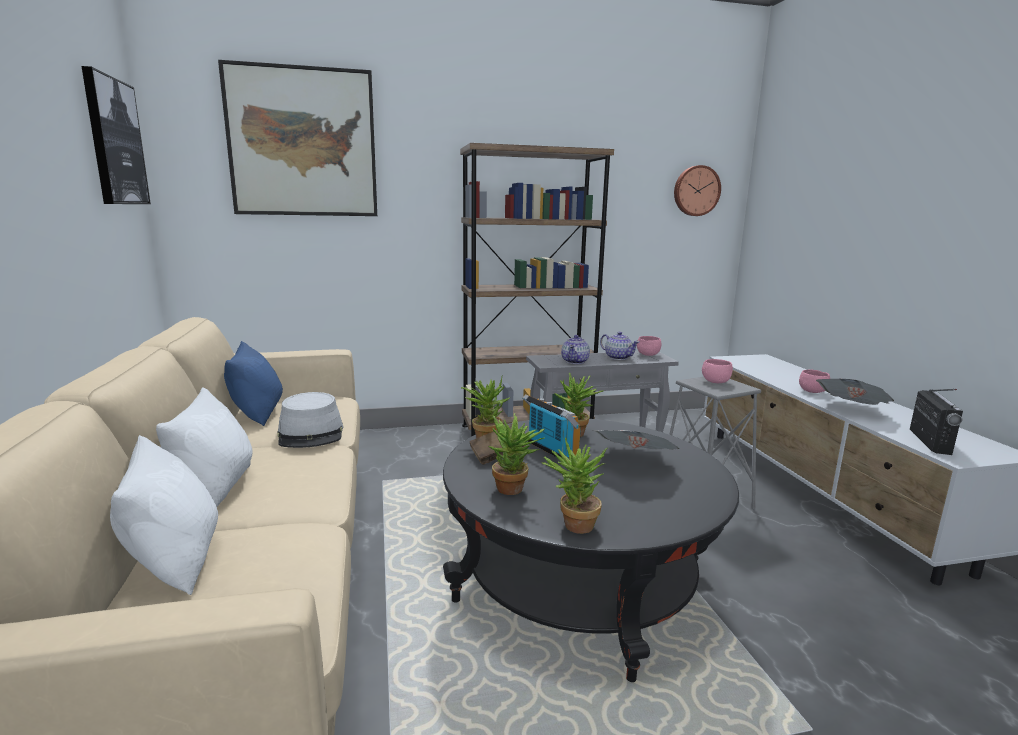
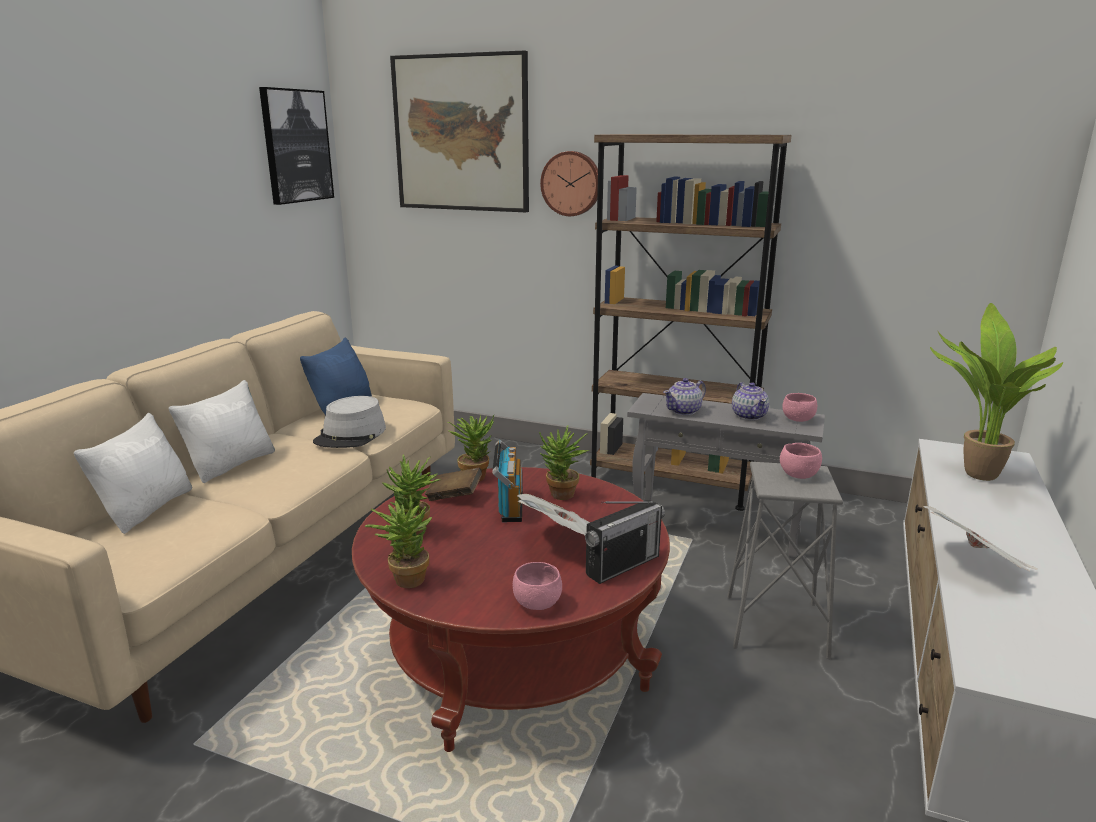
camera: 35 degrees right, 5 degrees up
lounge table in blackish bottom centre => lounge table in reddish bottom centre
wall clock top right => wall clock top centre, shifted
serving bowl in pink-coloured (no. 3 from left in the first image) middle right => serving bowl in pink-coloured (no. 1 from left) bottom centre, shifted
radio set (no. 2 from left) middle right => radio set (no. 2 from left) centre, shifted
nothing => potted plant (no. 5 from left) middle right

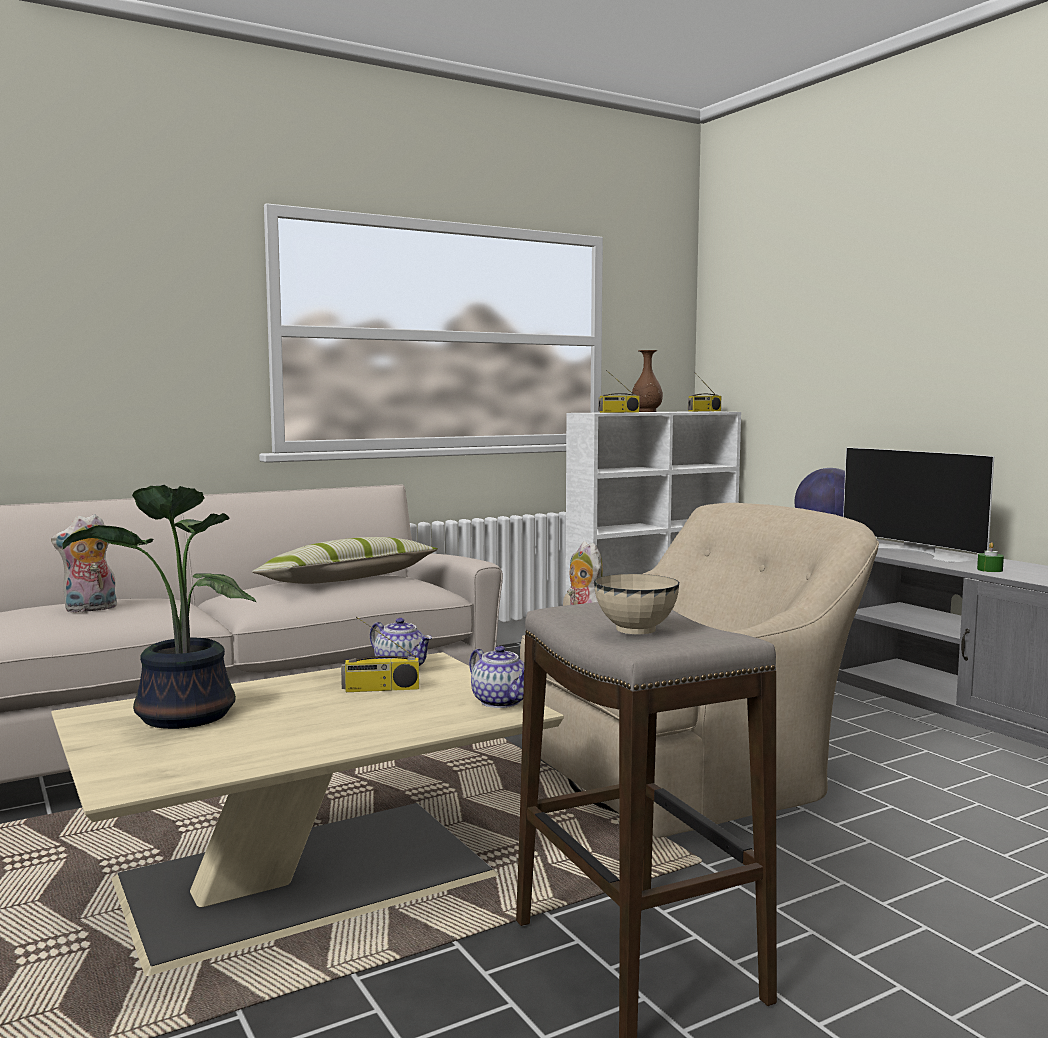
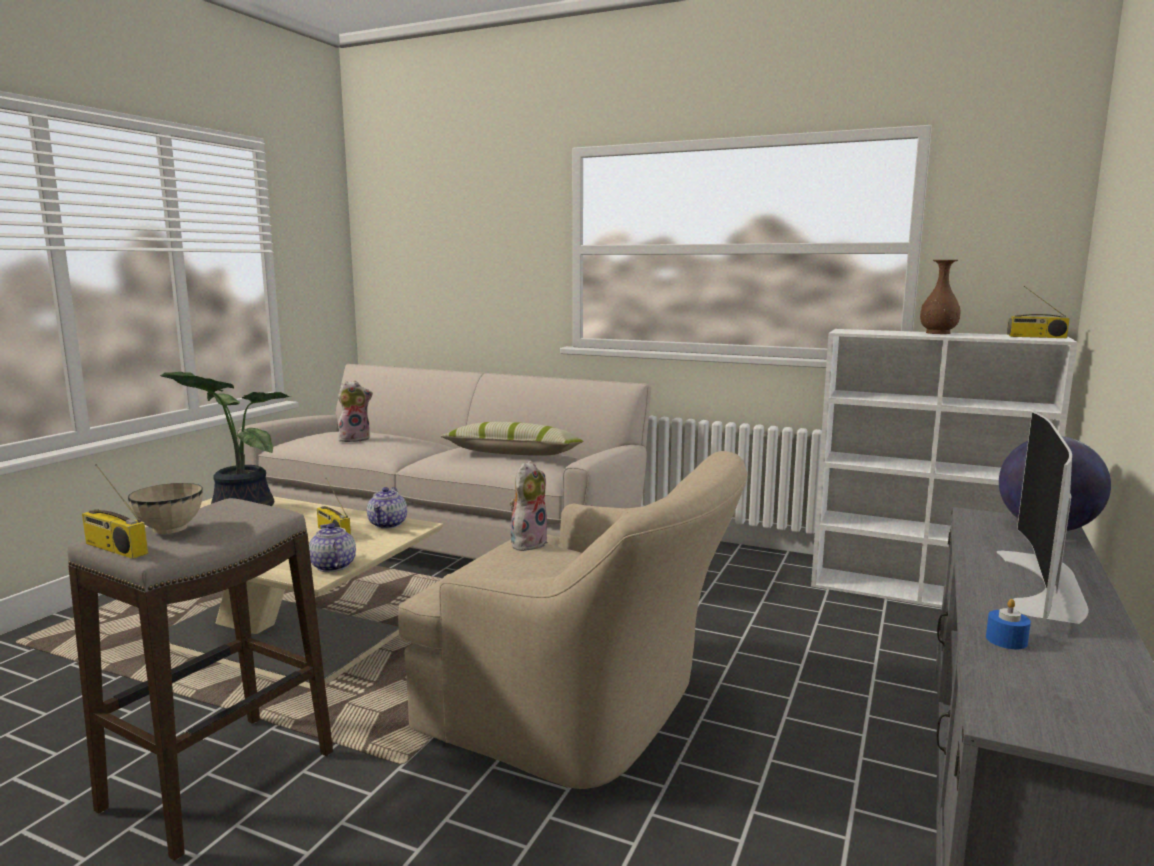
camera: 55 degrees right, 5 degrees up
soft toy (no. 1 from left) middle left, 135 degrees clockwise
tea pot (no. 2 from left in the first image) centre => tea pot (no. 1 from left) middle left, 135 degrees clockwise
radio set (no. 2 from left in the first image) centre => radio set (no. 1 from left) middle left, shifted
wax candle in green middle right => wax candle in bluish bottom right

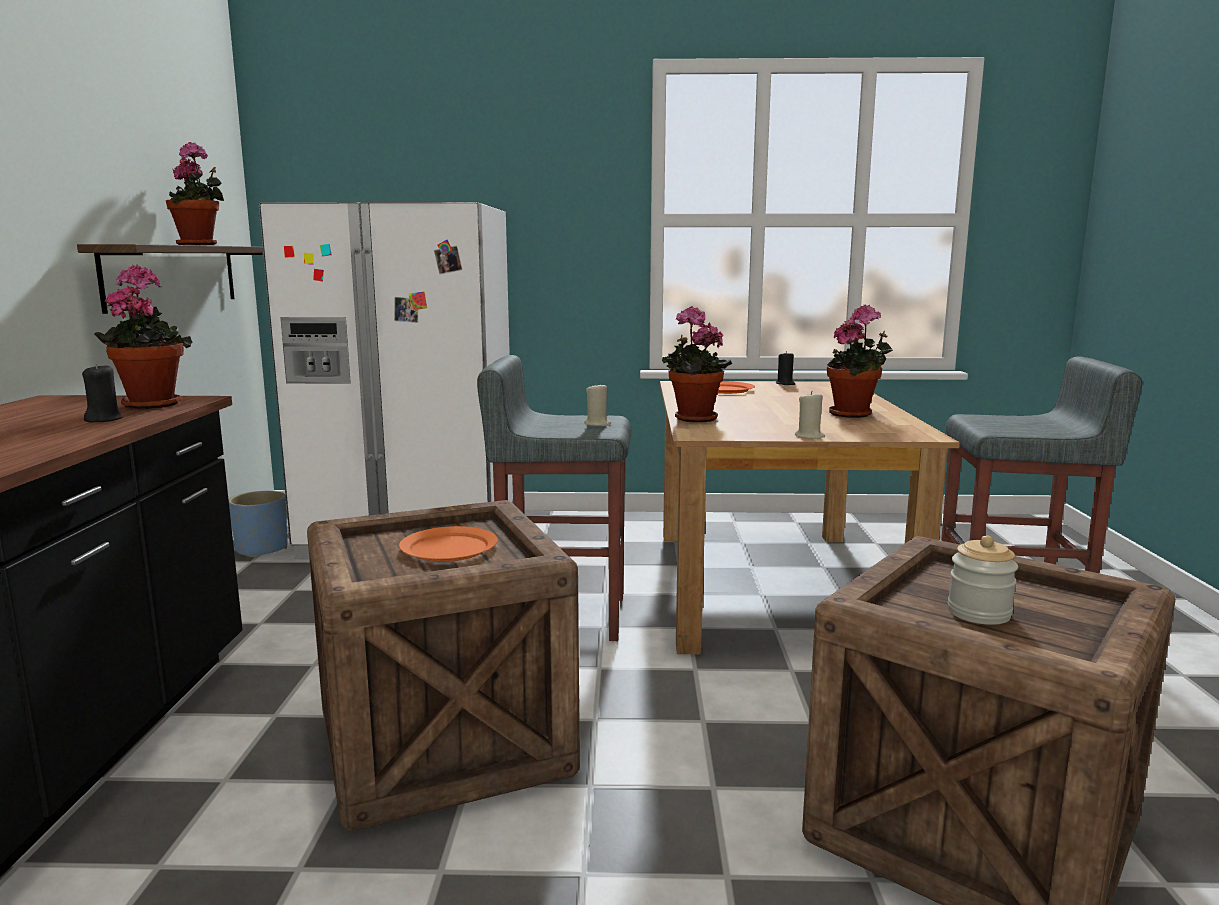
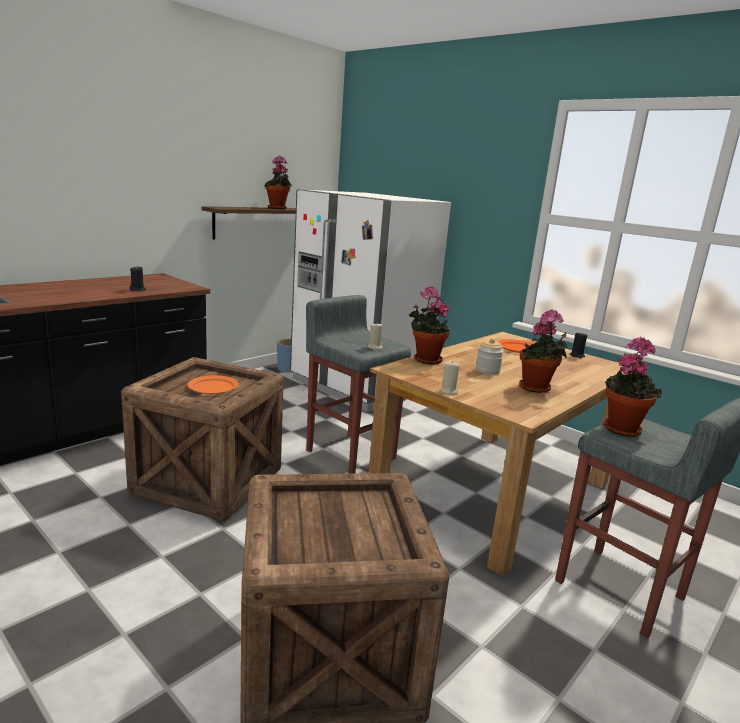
camera: 40 degrees right, 5 degrees up
potted plant (no. 1 from left in the first image) middle left => potted plant (no. 4 from left) middle right, shifted
jar middle right => jar centre, shifted

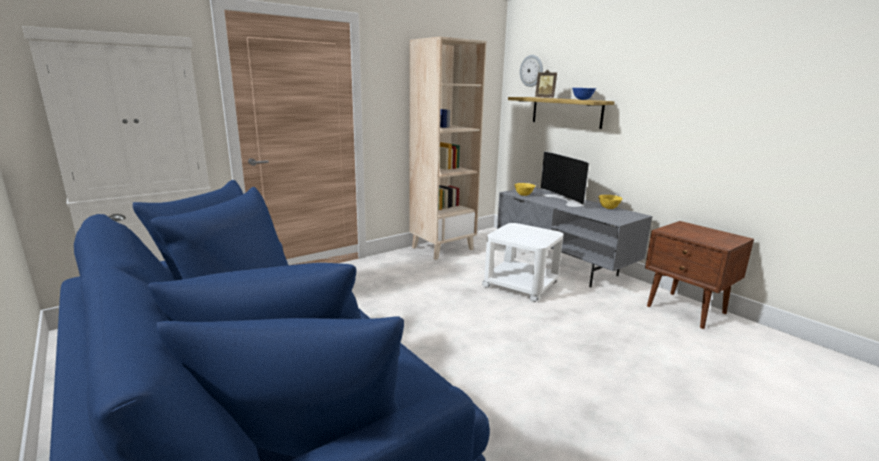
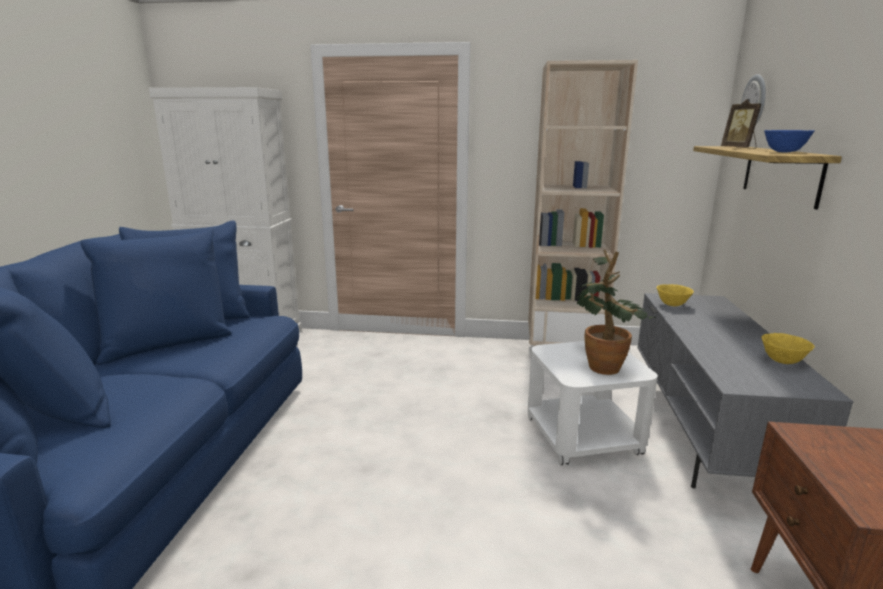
camera: 45 degrees right, 0 degrees up
TV set centre => nothing
nothing => potted plant middle right

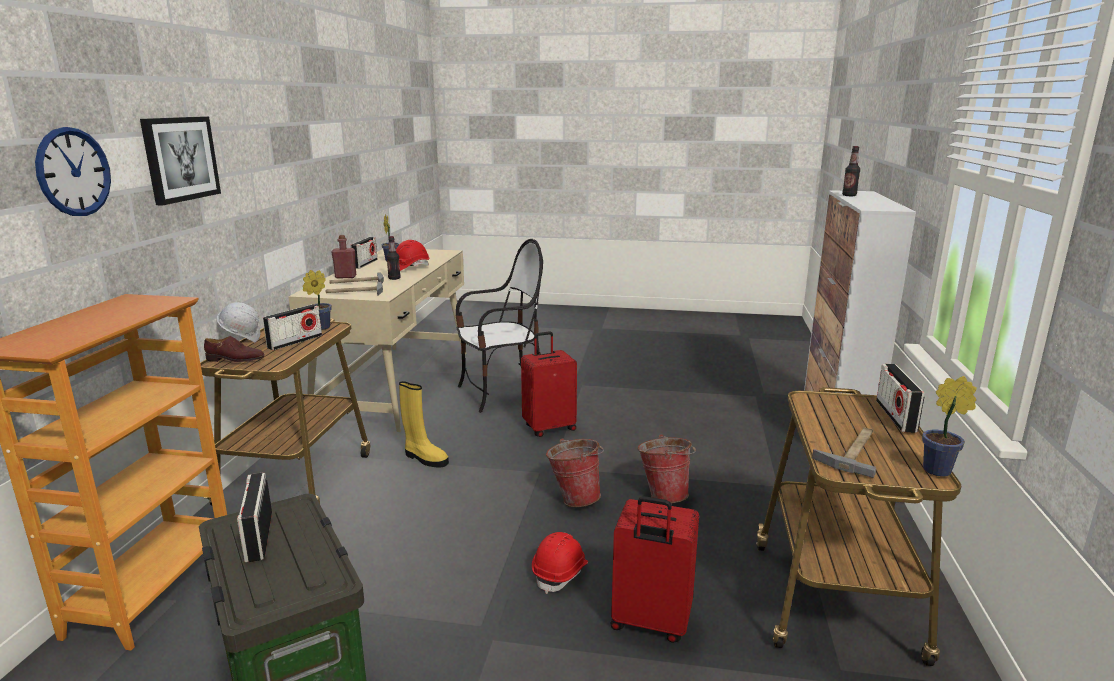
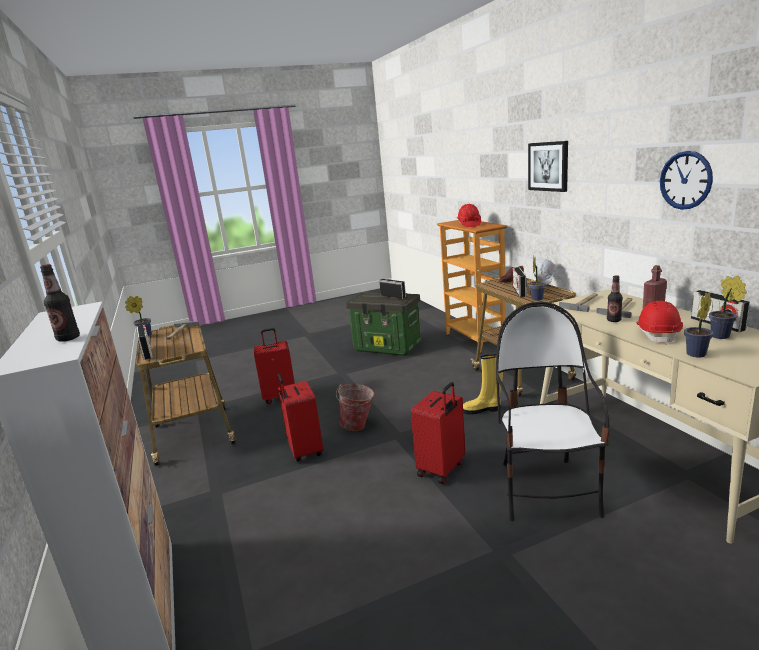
camera: 150 degrees right, 0 degrees up
wall clock top left => wall clock top right, shifted
chair centre => chair middle right, 150 degrees clockwise
work helmet in reddish (no. 2 from left in the first image) bottom centre => work helmet in reddish (no. 1 from left) top centre, shifted
bucket (no. 2 from left) bottom centre => piece of luggage in reddish (no. 2 from left) centre
nothing => potted plant (no. 3 from left) middle right

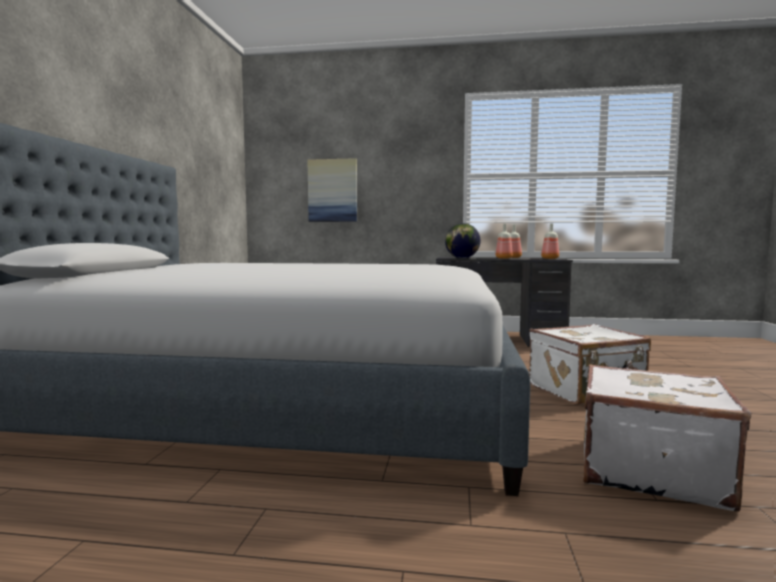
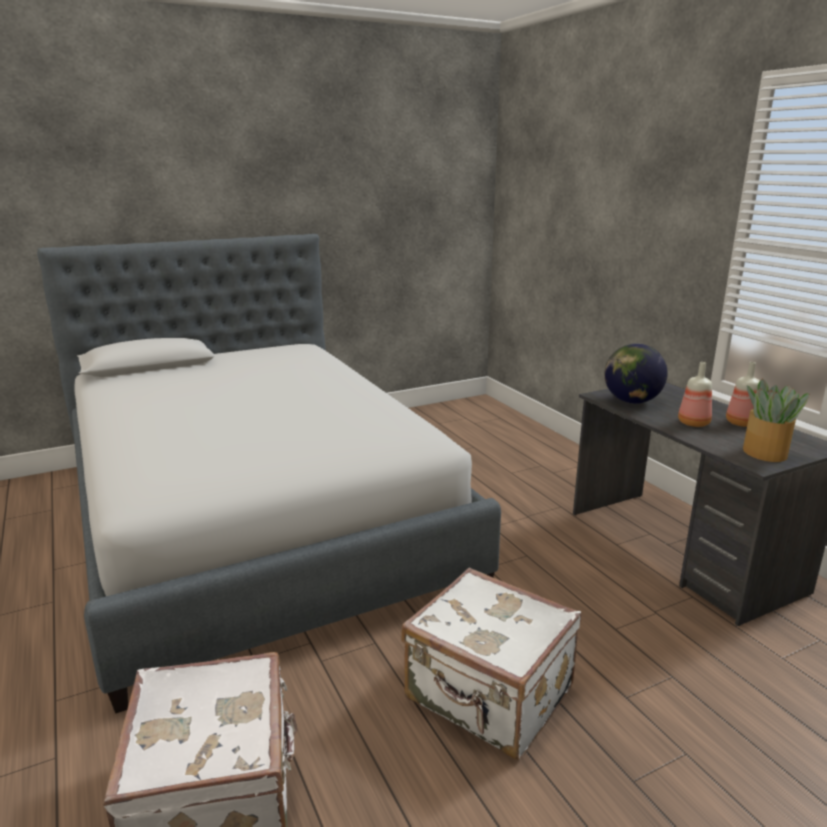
camera: 55 degrees right, 15 degrees up
picture top centre => nothing
beverage bottle (no. 3 from left) middle right => potted plant middle right

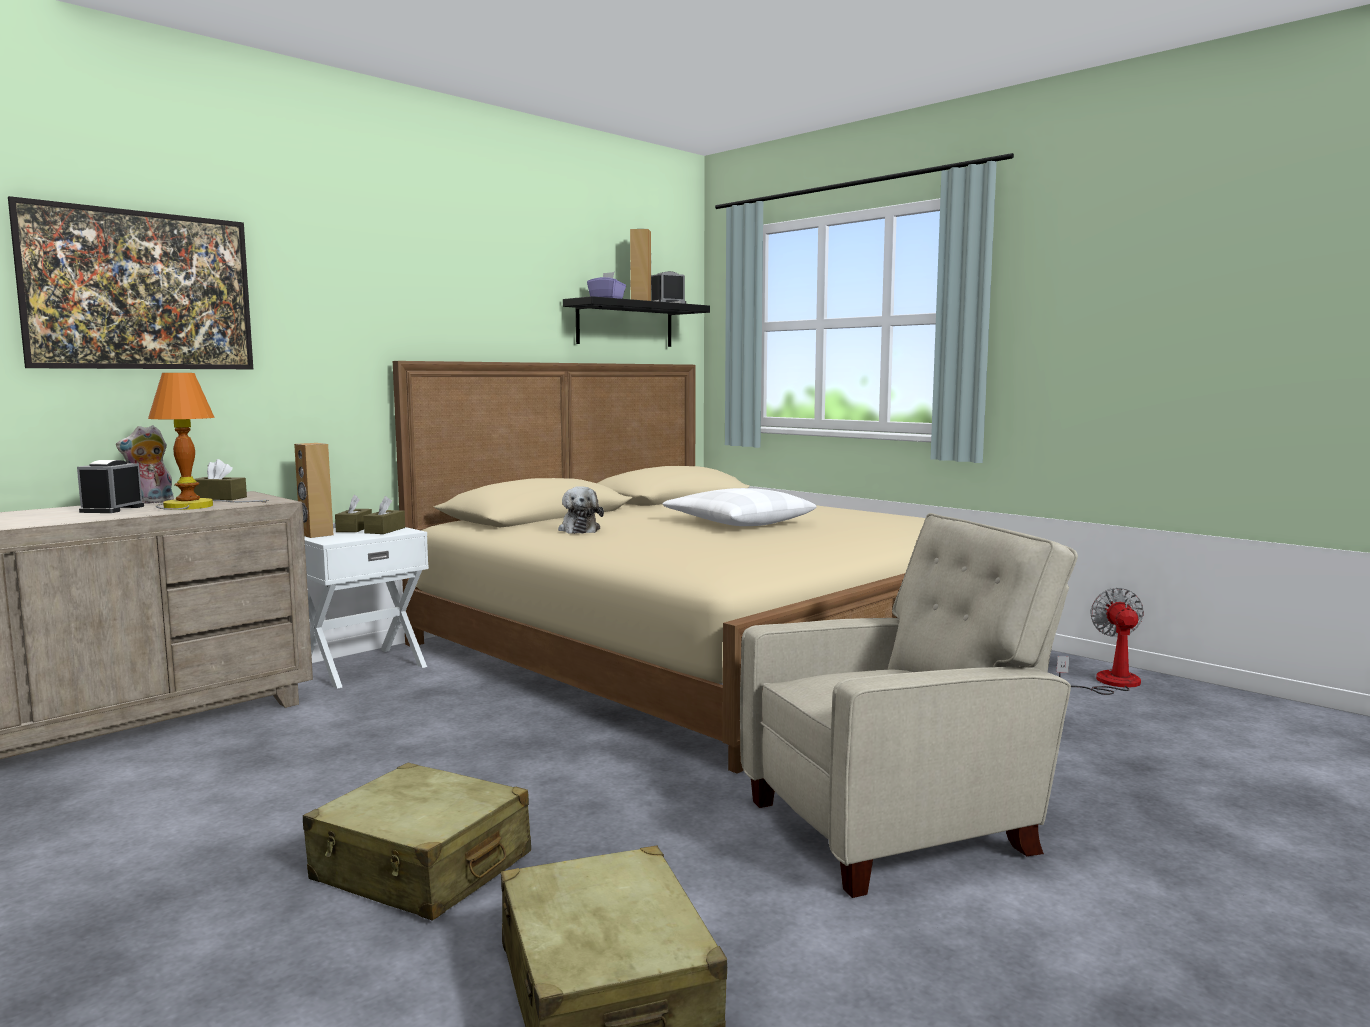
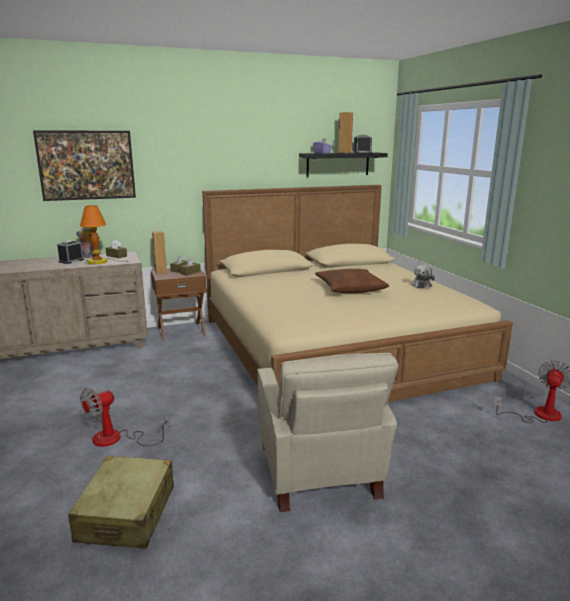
camera: 25 degrees right, 10 degrees up
piece of luggage in beige (no. 1 from left) bottom left => fan (no. 1 from left) bottom left
night table in whitish middle left => night table in brown middle left
soft toy (no. 2 from left) centre => soft toy (no. 2 from left) middle right, shifted
cushion in whitish centre => cushion in brown centre
armchair in beige bottom centre, 75 degrees clockwise

